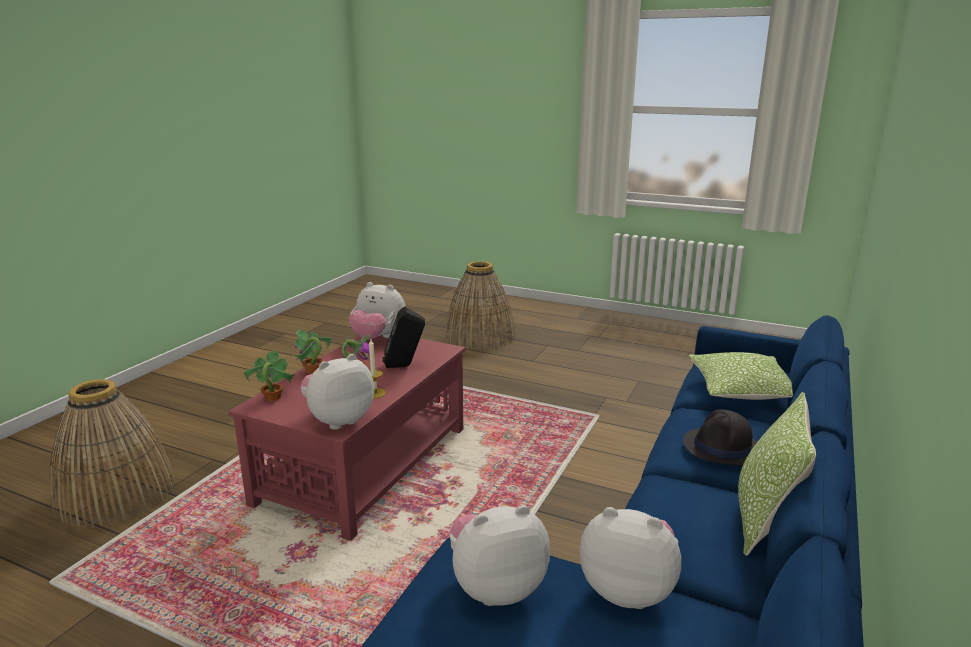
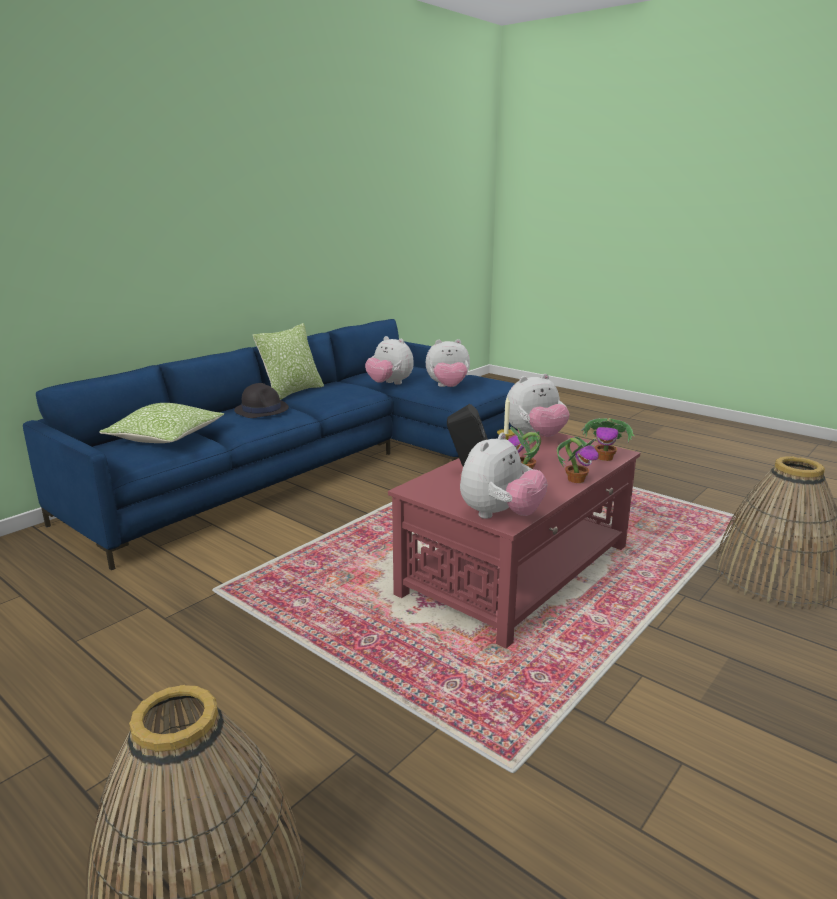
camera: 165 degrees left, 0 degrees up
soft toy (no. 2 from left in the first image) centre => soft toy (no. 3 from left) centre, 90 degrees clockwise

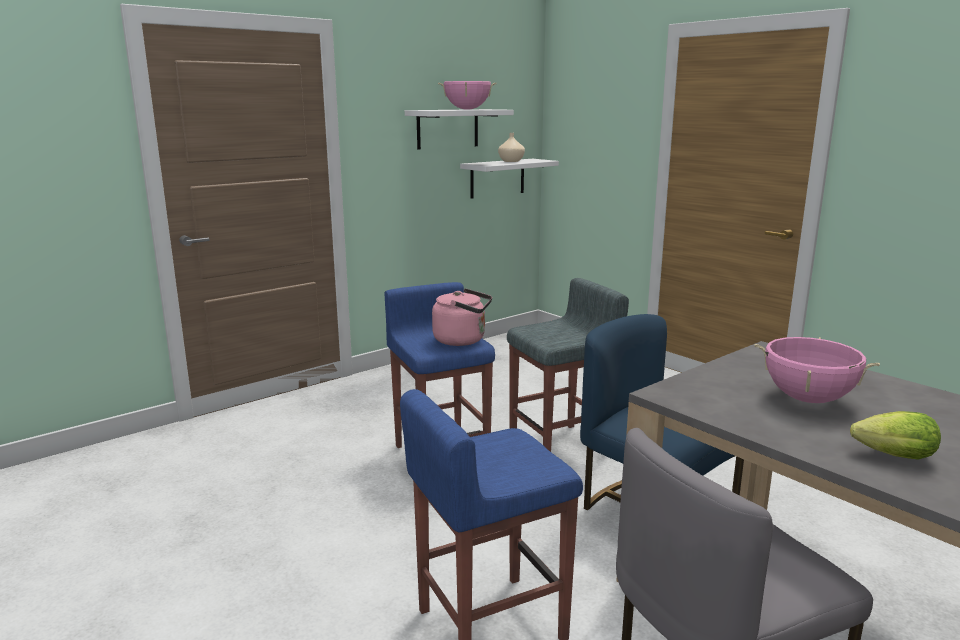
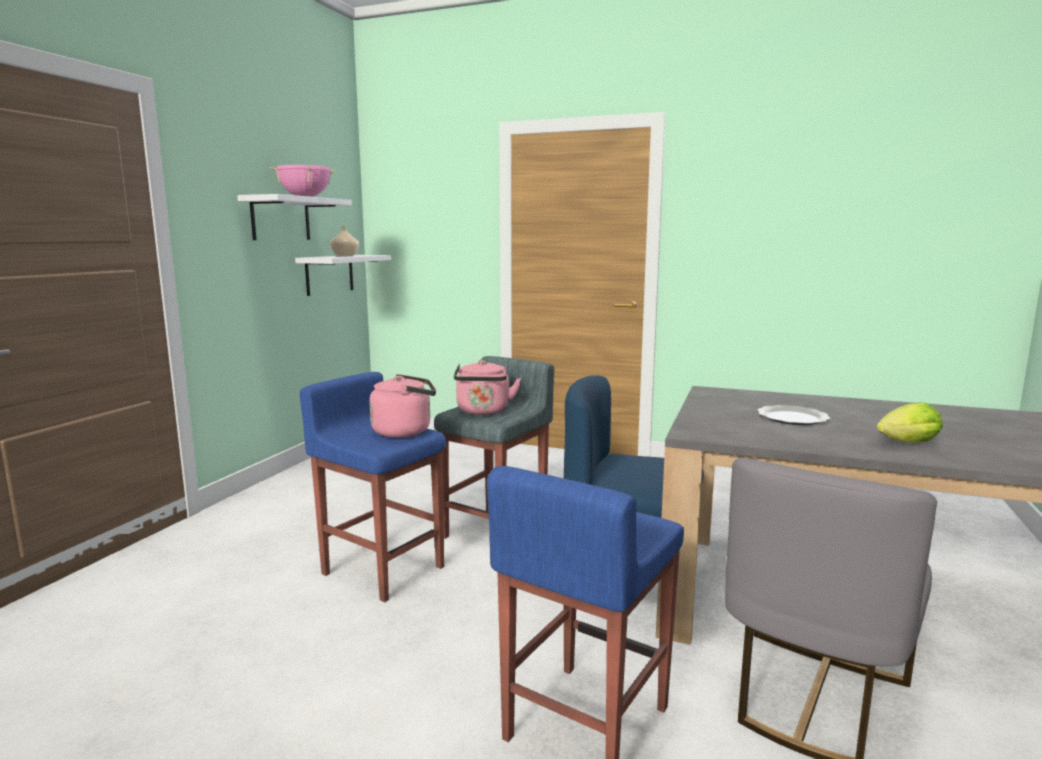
camera: 30 degrees left, 5 degrees down
saucepot in pink-coloured (no. 2 from left) middle right => dinner plate middle right
nothing => tea kettle in pink-coloured (no. 2 from left) centre

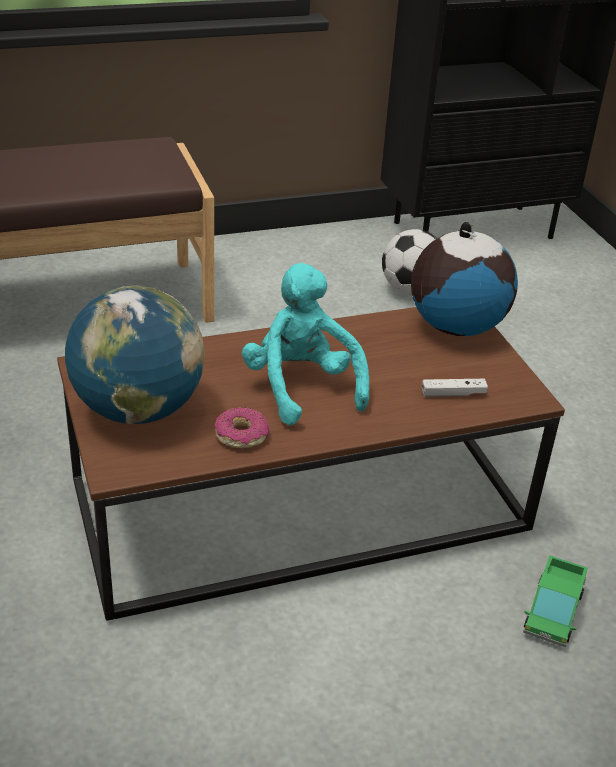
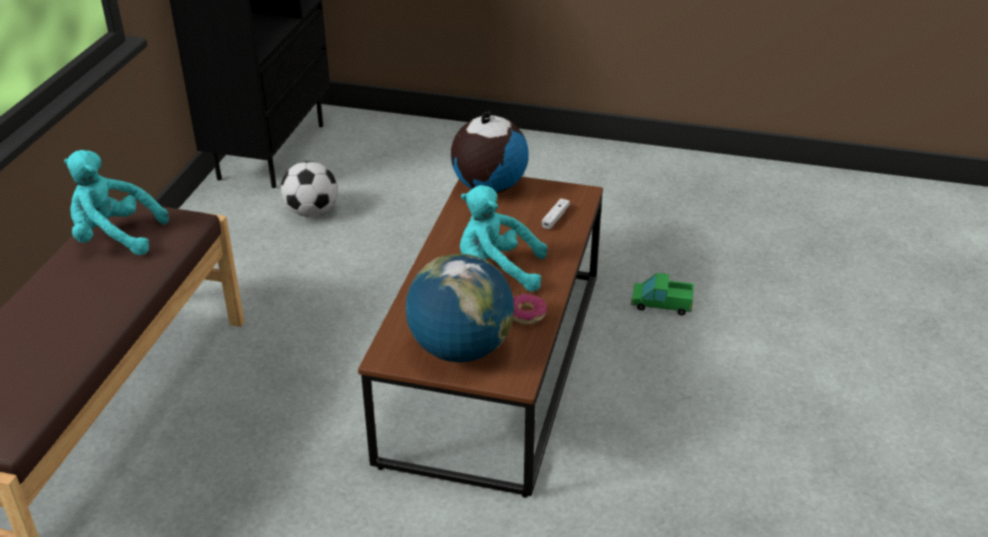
camera: 55 degrees left, 0 degrees up
toy lorry bottom right => toy lorry middle right, 135 degrees clockwise
nothing => soft toy in turquoise-coloured (no. 1 from left) middle left

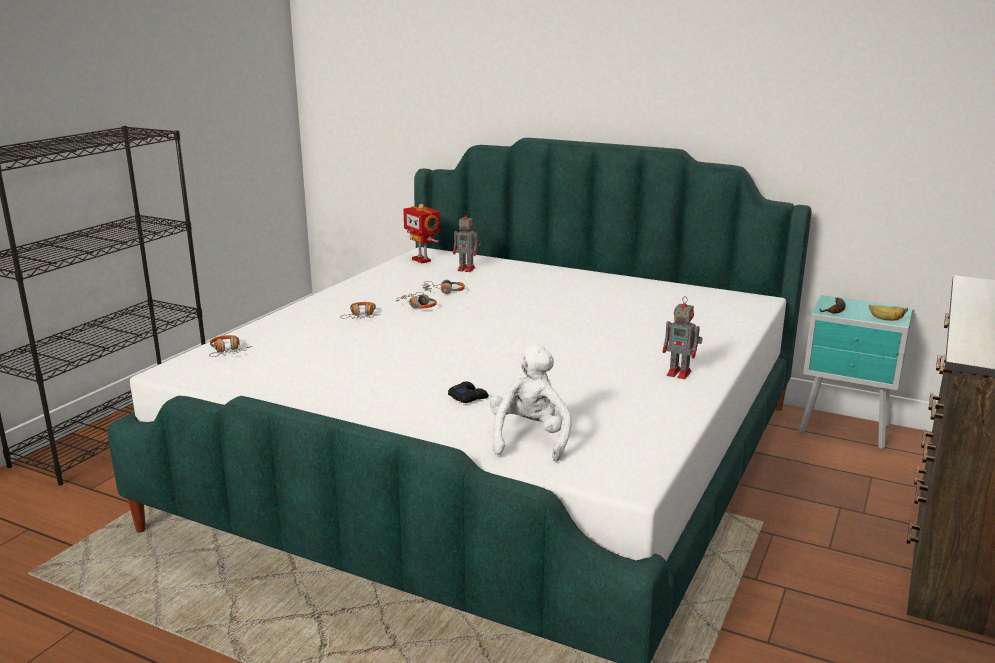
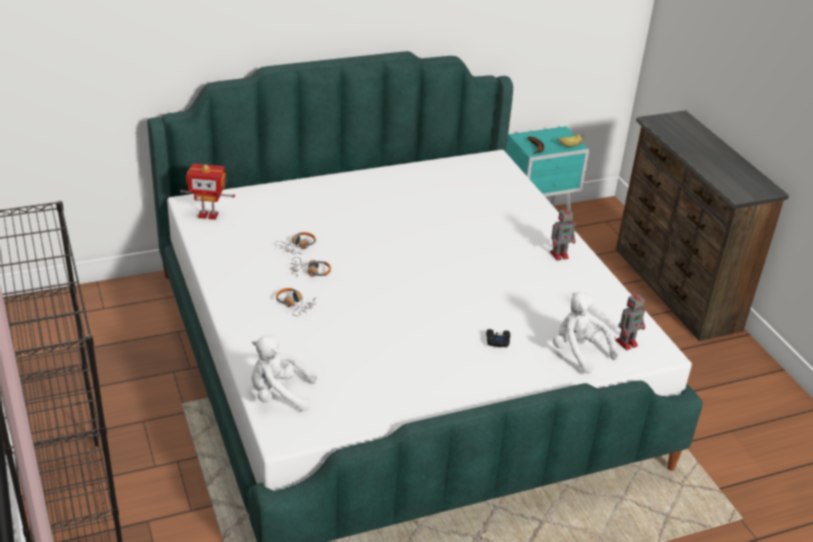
camera: 50 degrees left, 15 degrees up
headset (no. 1 from left) middle left => soft toy in whitish (no. 1 from left) bottom centre
model robot (no. 2 from left in the first image) centre => model robot (no. 3 from left) middle right, shifted

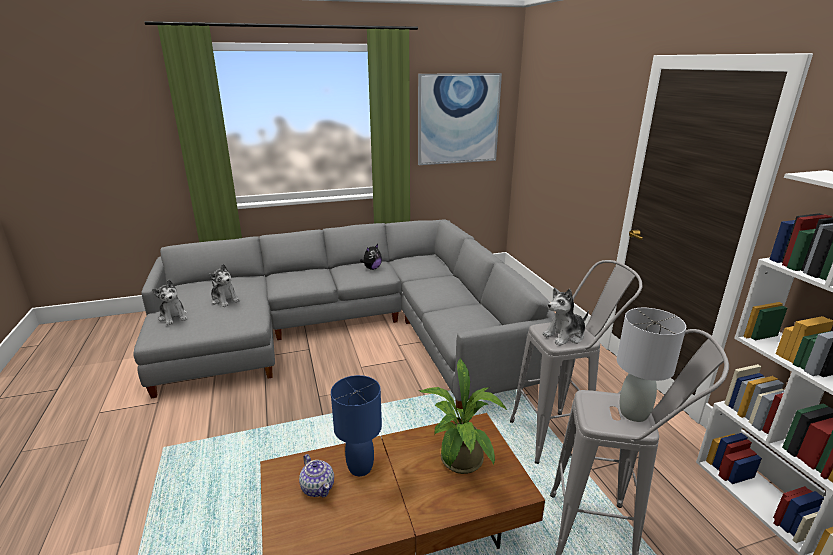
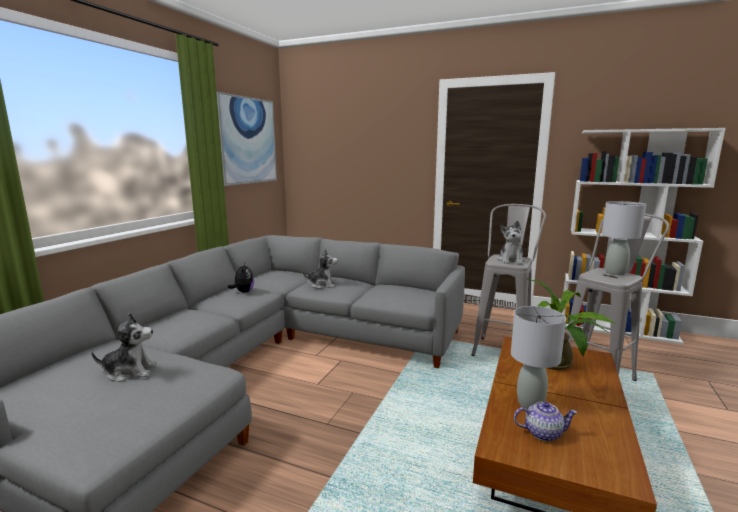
camera: 50 degrees left, 10 degrees down
soft toy (no. 1 from left in the first image) middle left => soft toy (no. 3 from left) centre, shifted
tabletop lamp in bluish bottom centre => tabletop lamp in greyish (no. 1 from left) bottom right

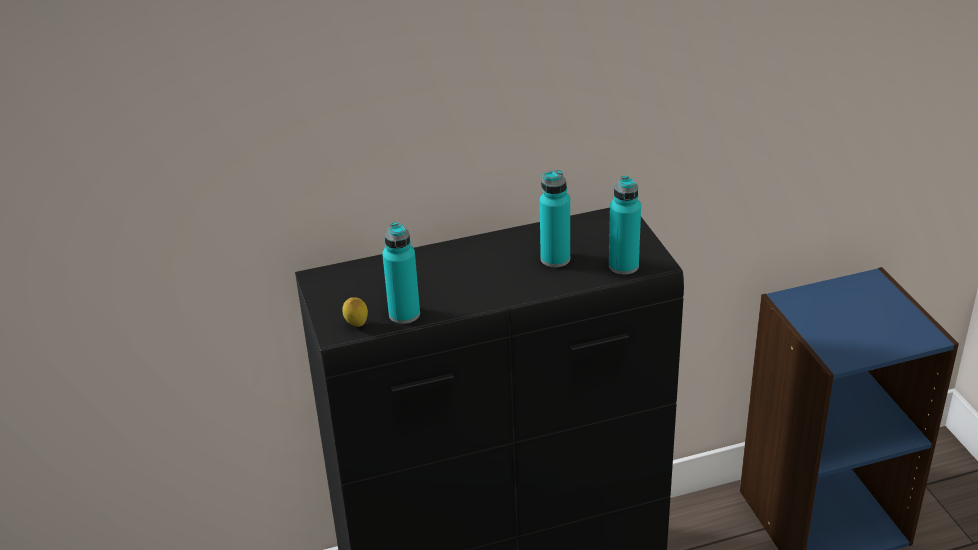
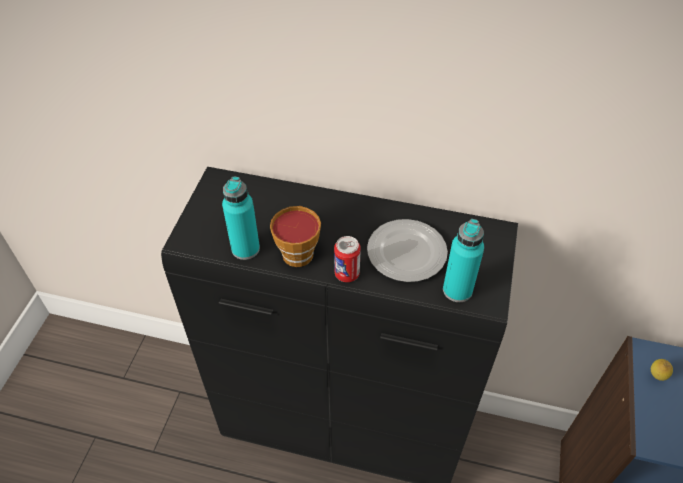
camera: 30 degrees right, 15 degrees up
lemon centre => lemon bottom right, shifted
beverage bottle in turquoise-coloured (no. 2 from left) centre => dinner plate centre
nothing => cup centre
nothing => metal can centre

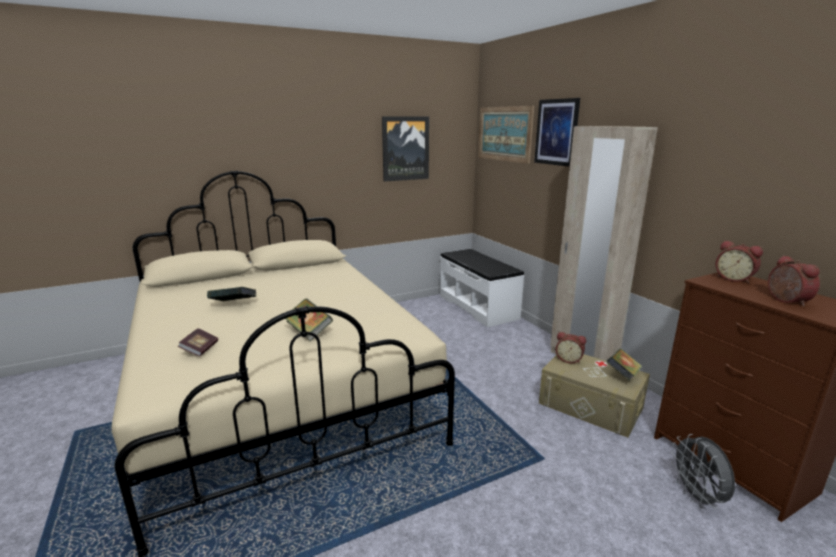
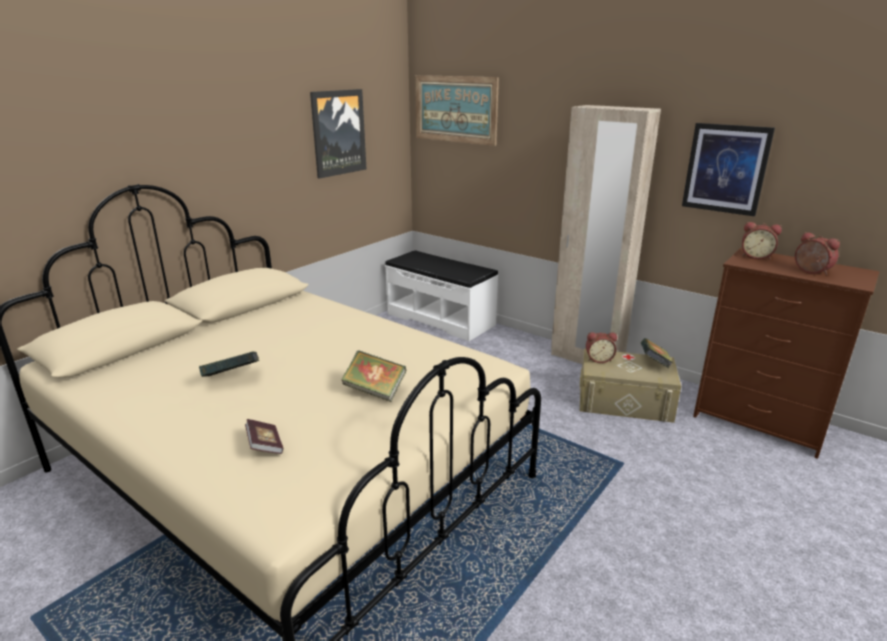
camera: 25 degrees left, 5 degrees up
picture (no. 3 from left) top centre => picture (no. 3 from left) top right, shifted
fan in greyish bottom right => nothing

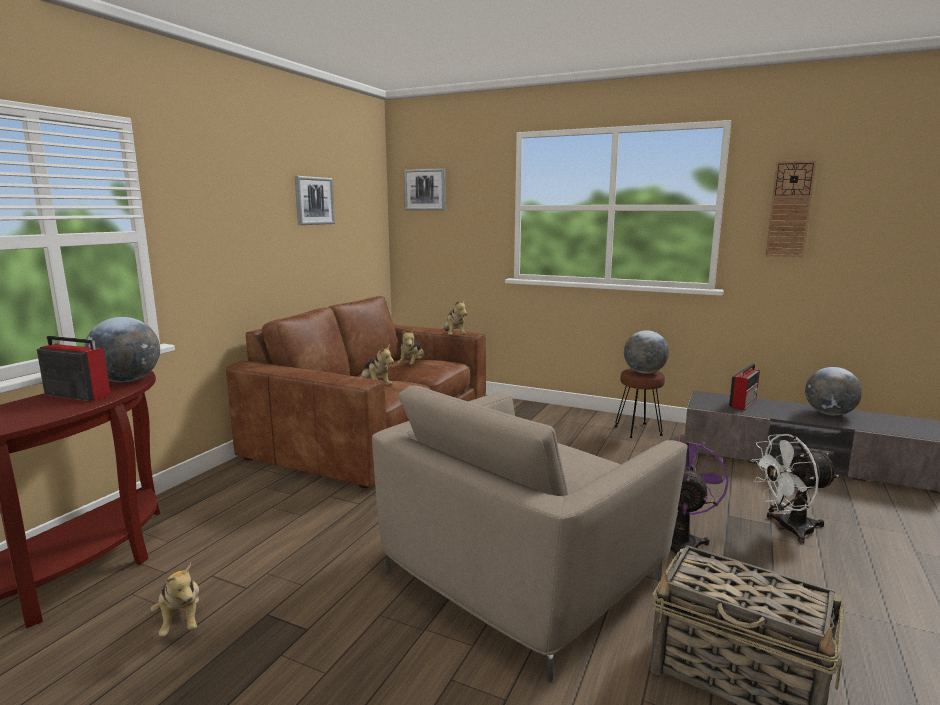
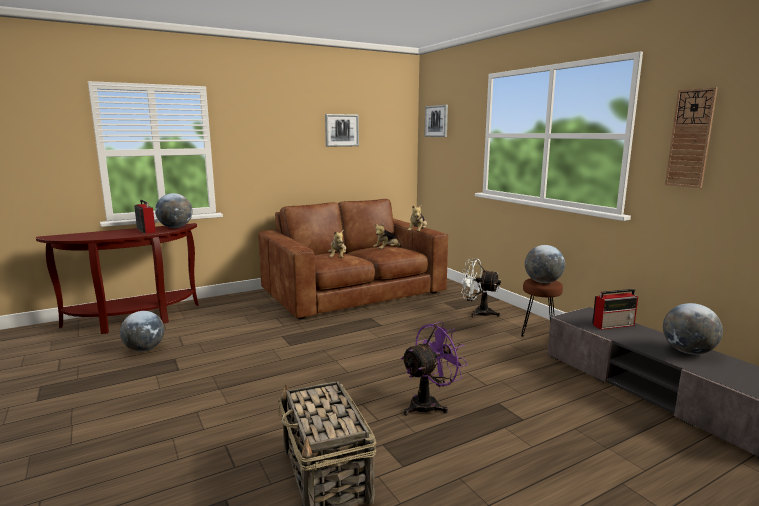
camera: 35 degrees right, 0 degrees up
soft toy (no. 1 from left) bottom left => desk globe (no. 1 from left) middle left
armchair in beige bottom centre => nothing
fan in whitish bottom right => fan in whitish centre, shifted

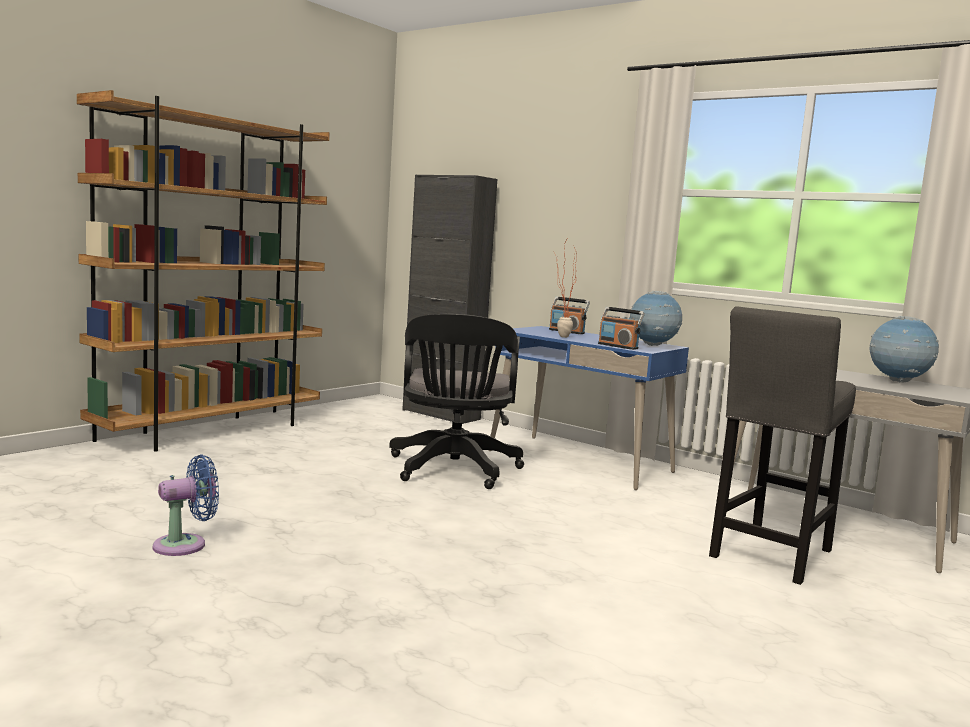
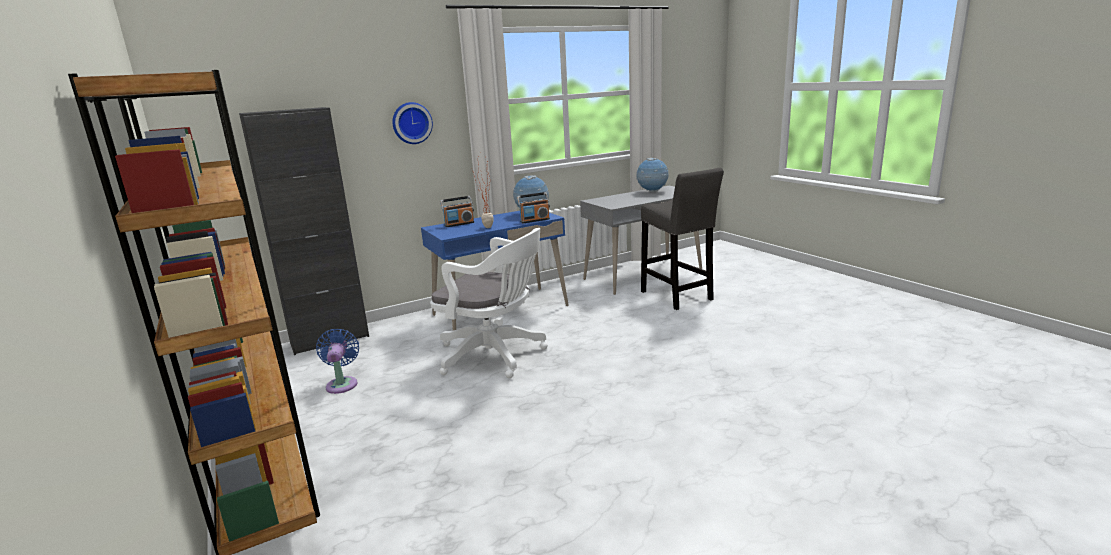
camera: 65 degrees left, 10 degrees up
fan in bluish bottom left => fan in bluish middle left, shifted
computer chair in blackish centre => computer chair in whitish centre
nothing => wall clock top centre

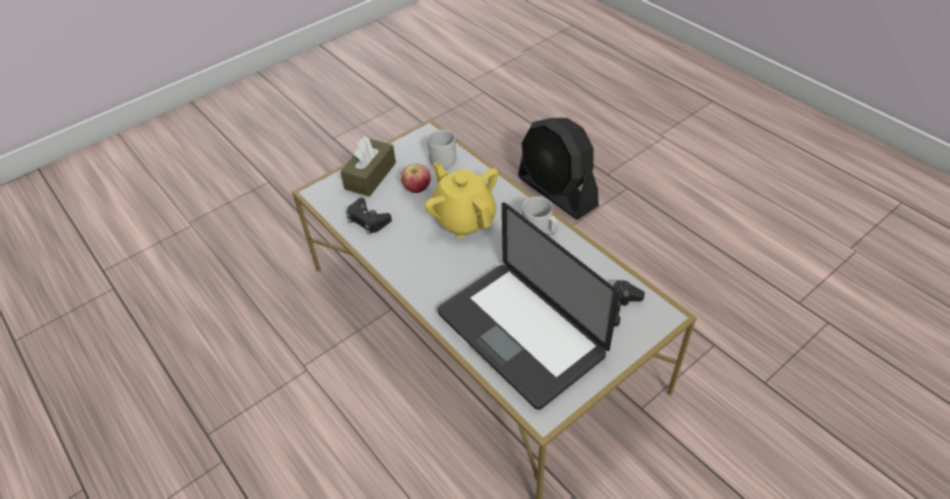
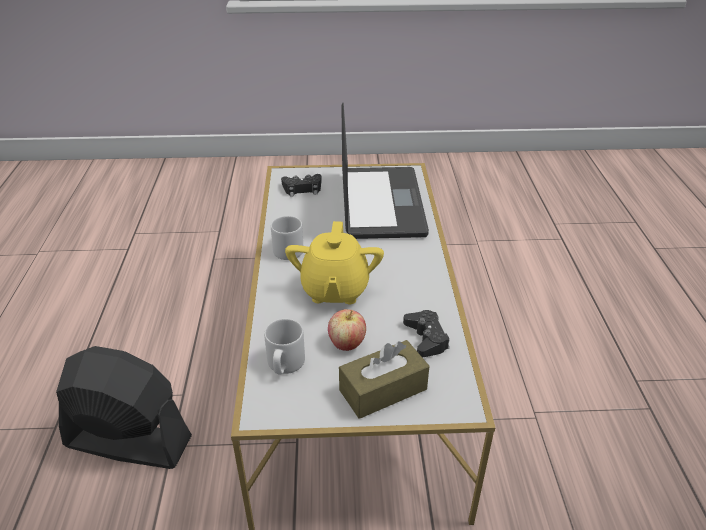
camera: 145 degrees left, 10 degrees down
fan in blackish centre => fan in blackish bottom left, 75 degrees counterclockwise

